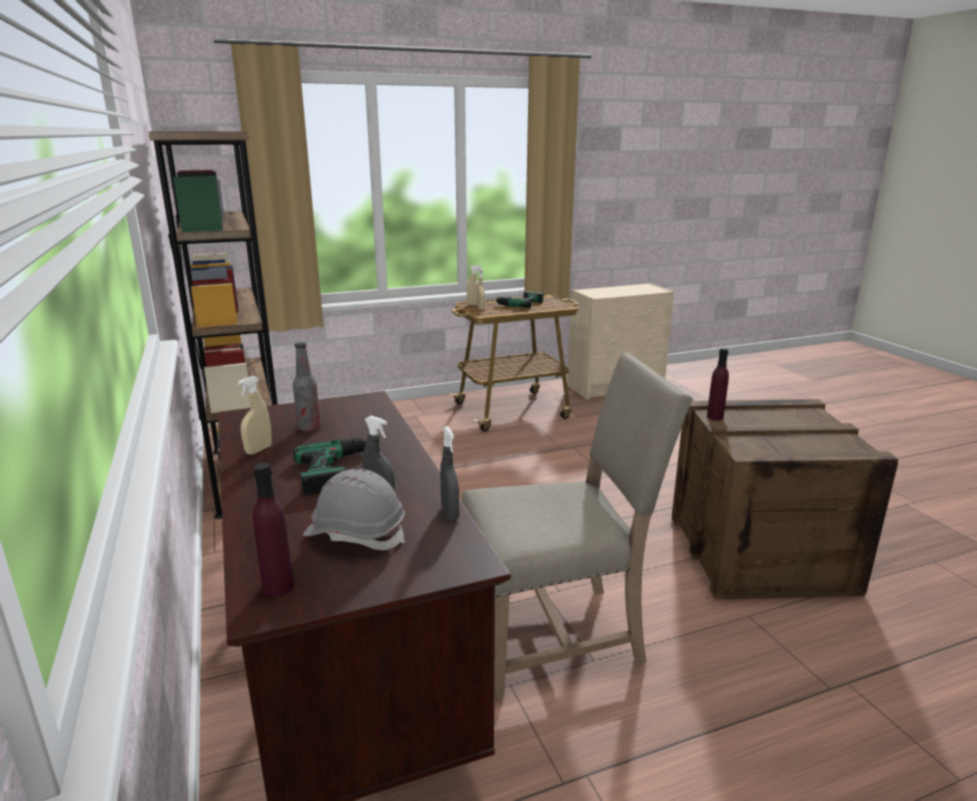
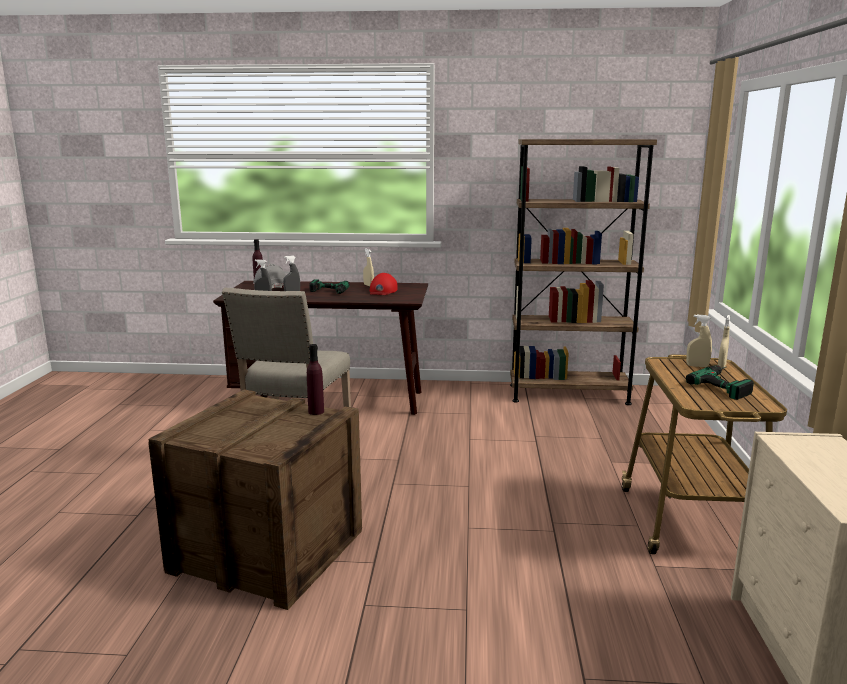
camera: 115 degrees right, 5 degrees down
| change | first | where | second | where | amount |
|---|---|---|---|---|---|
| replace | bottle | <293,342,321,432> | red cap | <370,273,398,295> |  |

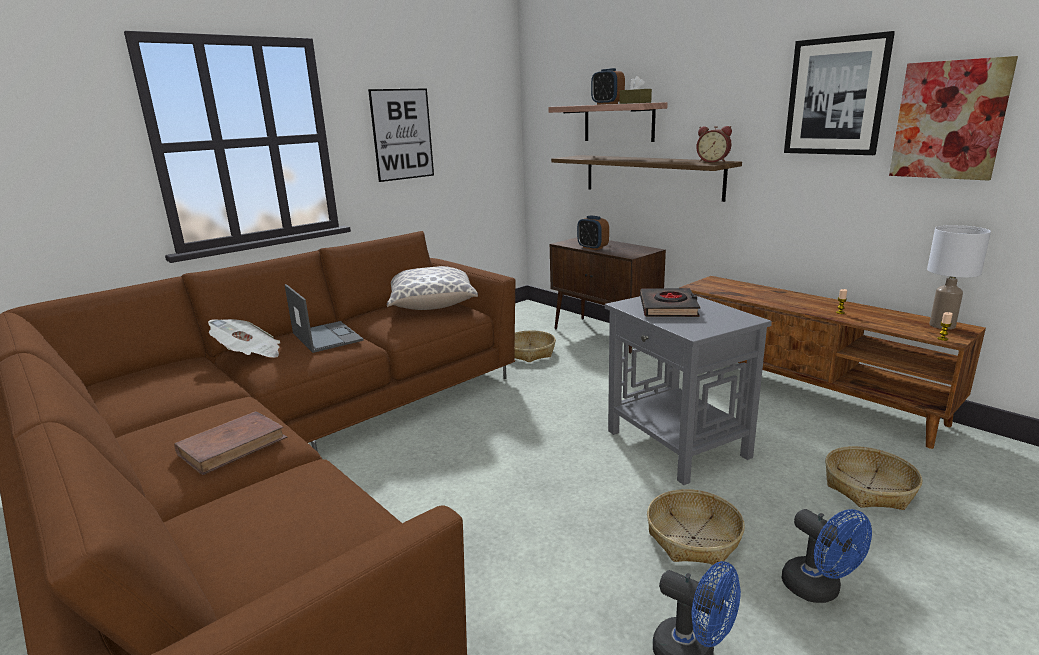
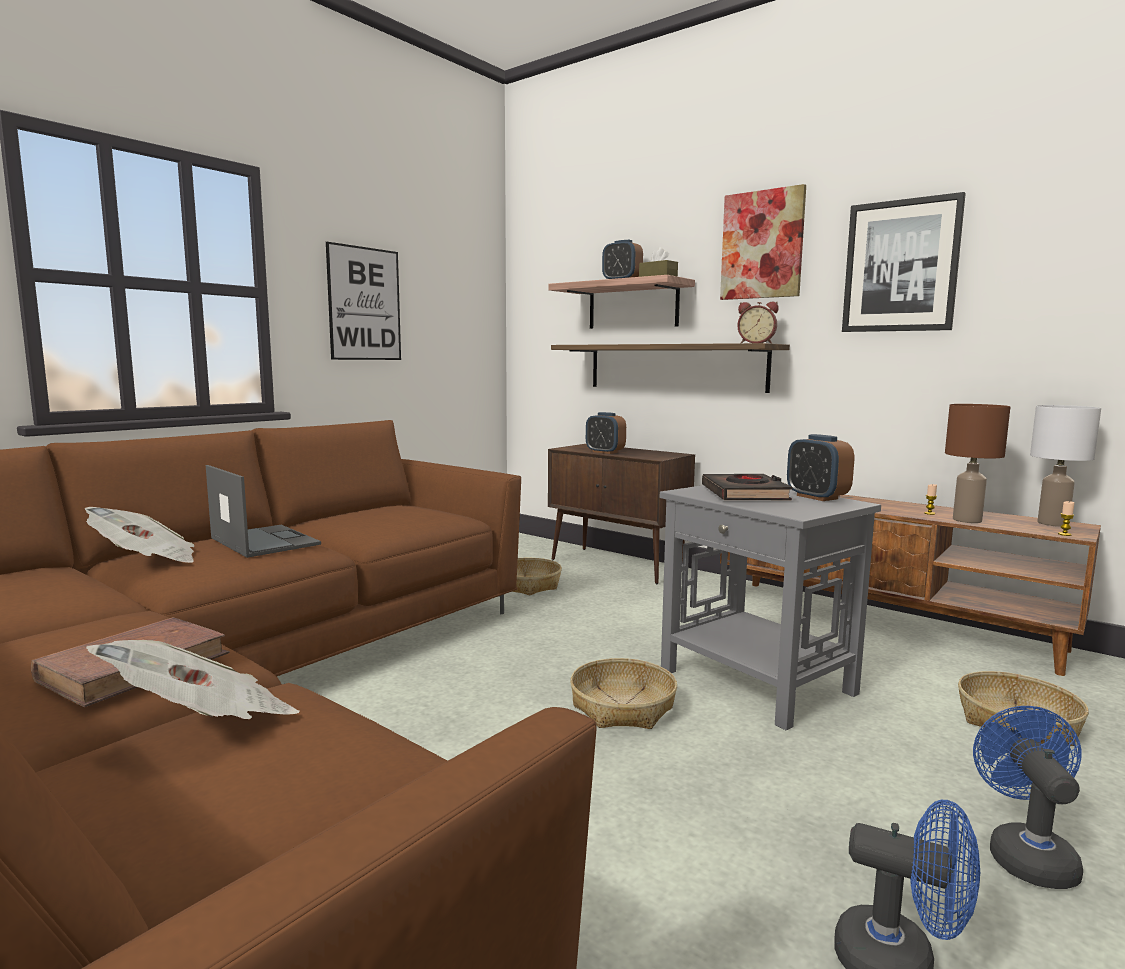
camera: 10 degrees left, 10 degrees down
| change | first | where | second | where | amount |
|---|---|---|---|---|---|
| delete | pillow | <387,266,478,310> |  |  |  |
| insert |  |  | newspaper | <86,640,300,719> |  |
| insert |  |  | alarm clock | <787,434,854,501> |  |
| insert |  |  | brown table lamp | <945,404,1010,523> |  |
| move | basket | <647,489,745,565> |  | <570,658,677,729> |  |
| move | picture | <889,56,1018,181> |  | <720,184,806,300> |  |
| rotate | blue fan | <782,509,872,603> |  | <973,706,1083,889> | 135 degrees counterclockwise |

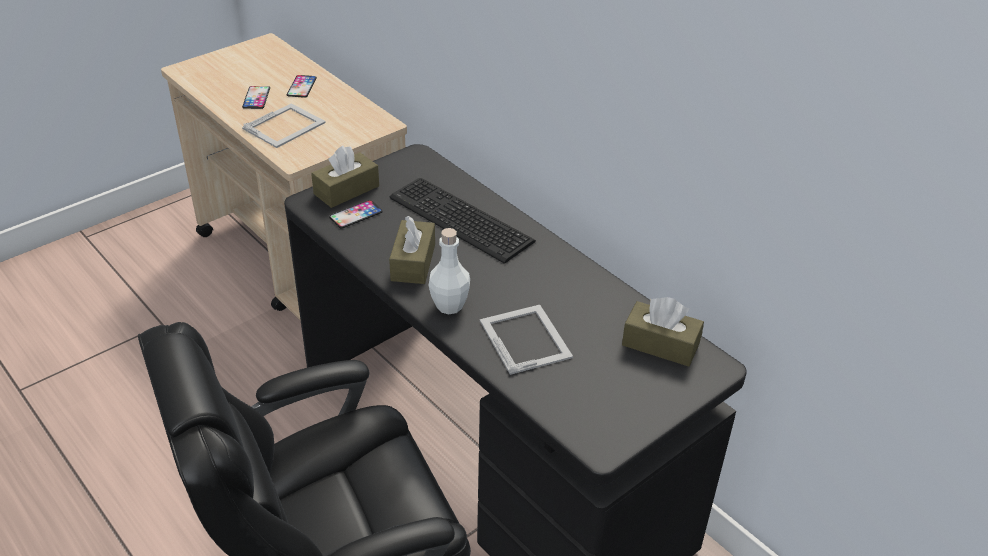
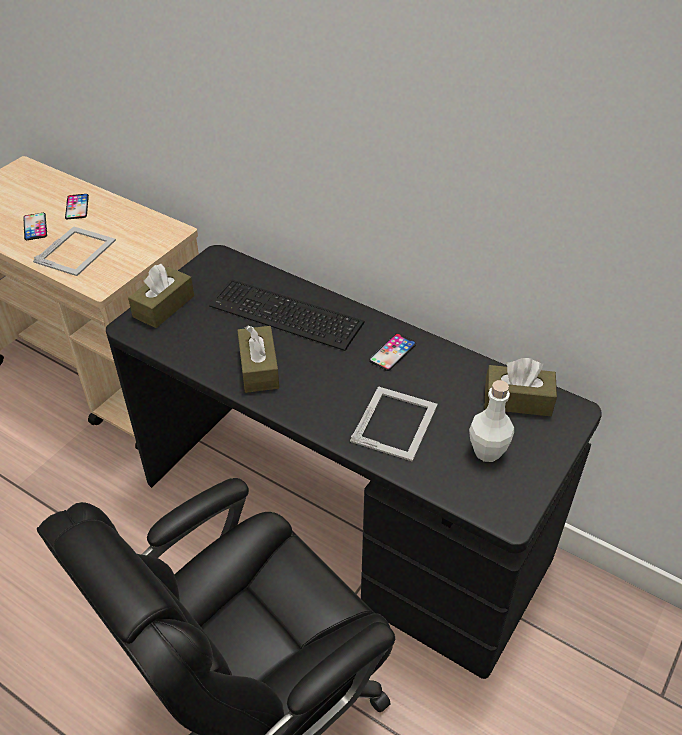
camera: 15 degrees left, 5 degrees up
| change | first | where | second | where | amount |
|---|---|---|---|---|---|
| move | phone | <329,200,383,228> |  | <369,333,416,371> |  |
| move | white bottle | <428,228,470,314> |  | <469,380,514,462> |  |
| rotate | picture frame | <480,305,573,375> |  | <350,386,438,462> | 60 degrees clockwise |

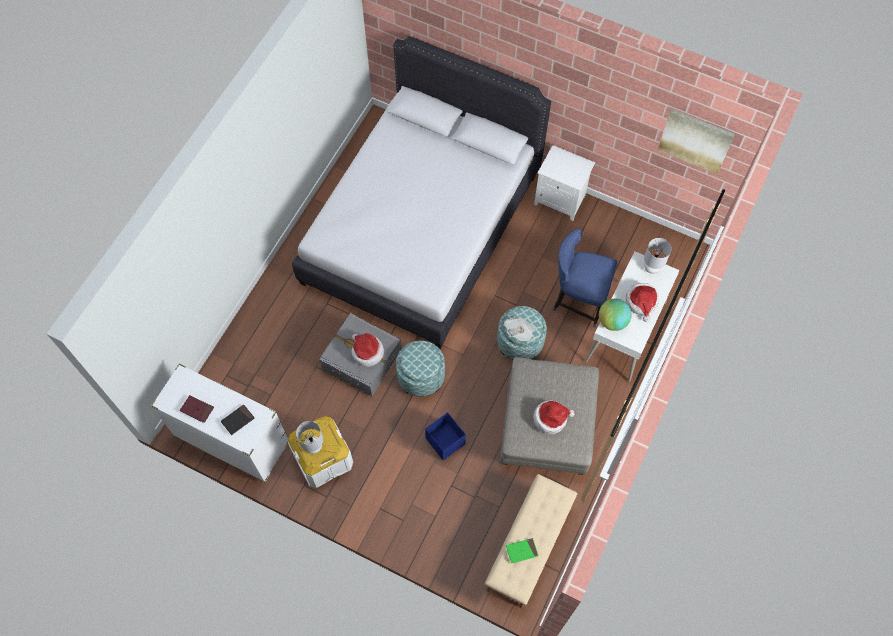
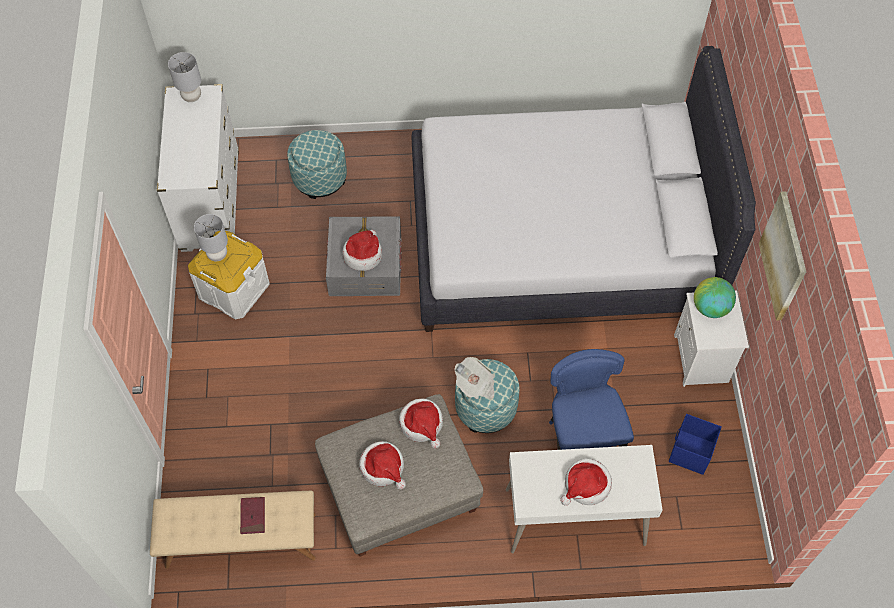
camera: 60 degrees right, 5 degrees down
| change | first | where | second | where | amount |
|---|---|---|---|---|---|
| delete | black book | <221,404,255,435> |  |  |  |
| delete | green book | <506,538,539,564> |  |  |  |
| insert |  |  | hat | <399,399,443,448> |  |
| move | red book | <180,395,214,423> |  | <240,497,265,534> |  |
| move | ottoman | <396,341,445,397> |  | <287,130,347,199> |  |
| move | blue storage box | <425,412,466,460> |  | <669,414,722,475> |  |
| move | globe | <599,299,631,331> |  | <694,277,736,318> |  |
| move | grey table lamp | <644,238,671,274> |  | <168,52,201,102> |  |
| move | picture | <658,109,735,174> |  | <759,191,806,321> |  |

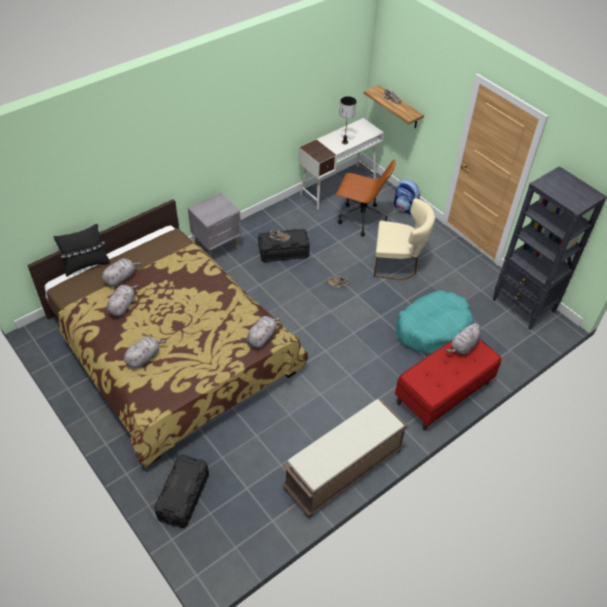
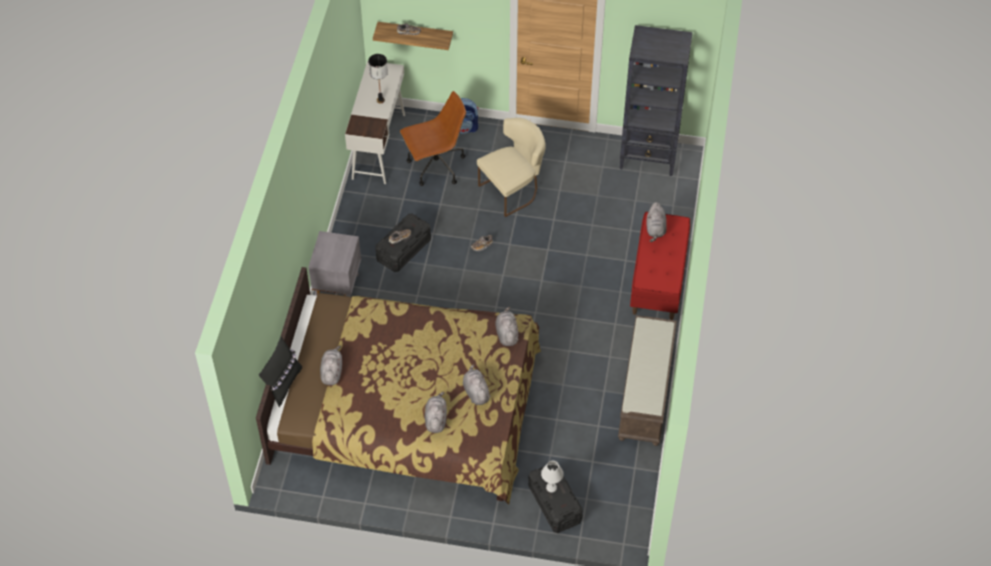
camera: 40 degrees left, 5 degrees up
| change | first | where | second | where | amount |
|---|---|---|---|---|---|
| delete | turquoise dog bed | <396,290,473,354> |  |  |  |
| insert |  |  | white table lamp | <541,461,564,493> |  |
| move | grey plush toy | <107,285,138,316> |  | <463,364,491,405> |  |

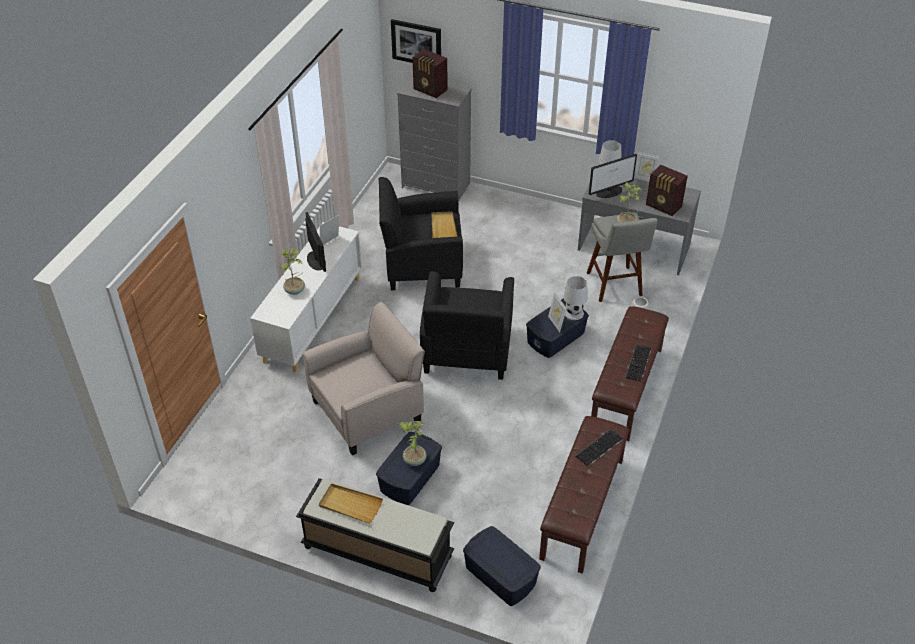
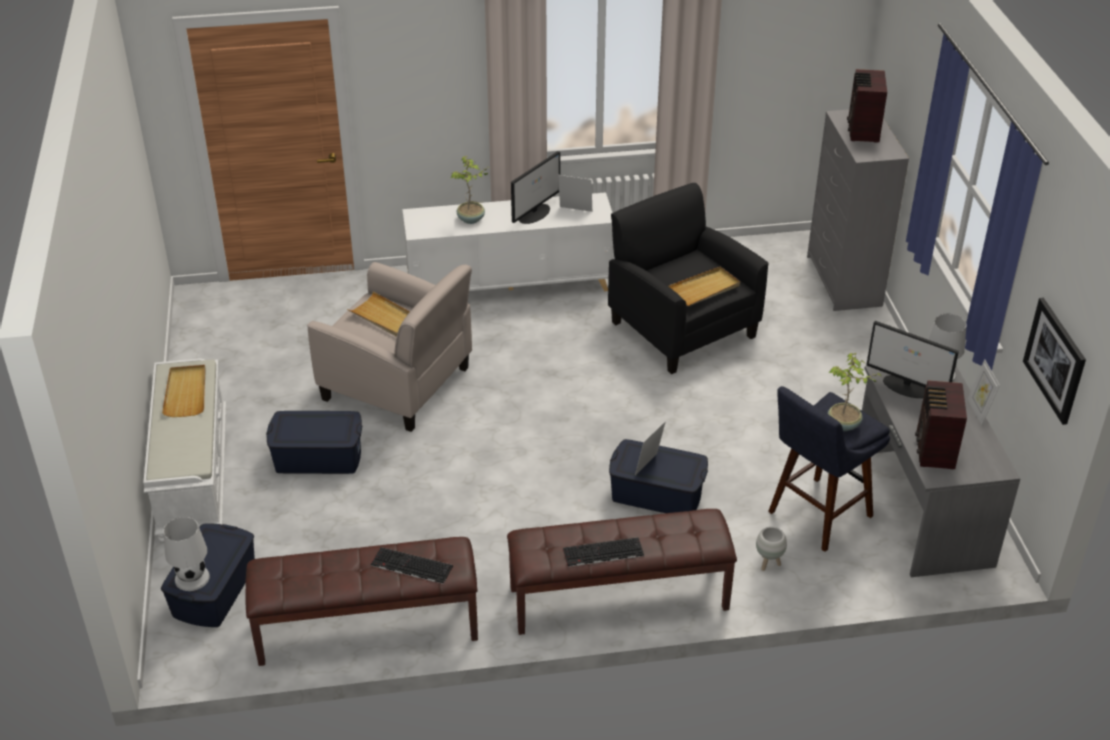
camera: 60 degrees right, 5 degrees down
| change | first | where | second | where | amount |
|---|---|---|---|---|---|
| delete | potted plant | <399,421,427,466> |  |  |  |
| delete | black armchair | <420,271,514,380> |  |  |  |
| insert |  |  | beige tray | <347,291,410,337> |  |
| move | picture | <391,19,441,63> |  | <1023,298,1086,425> |  |
| move | white table lamp | <563,276,588,320> |  | <163,517,210,591> |  |
| recolor | black bench | <296,478,454,592> | white bench | <143,359,226,543> |  |
| recolor | grey stool | <587,213,658,302> | blue stool | <768,386,890,552> |  |

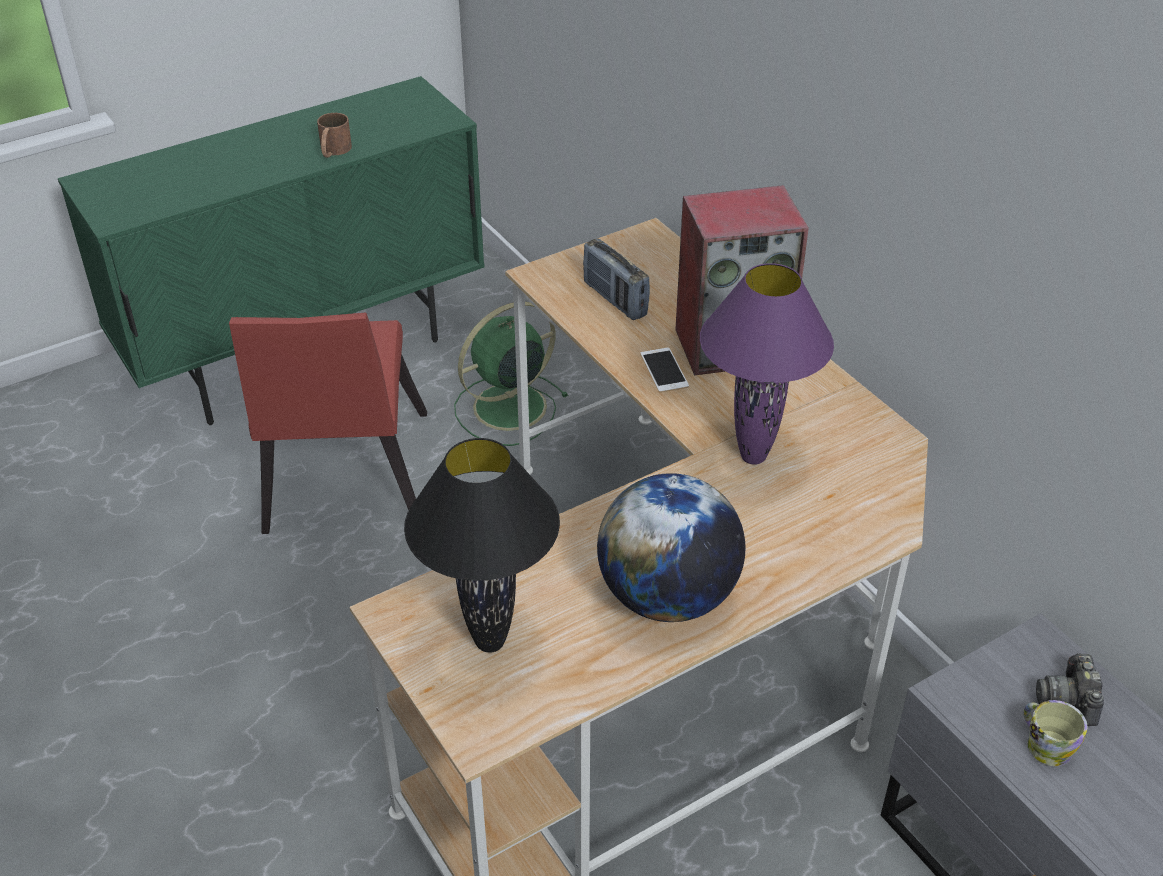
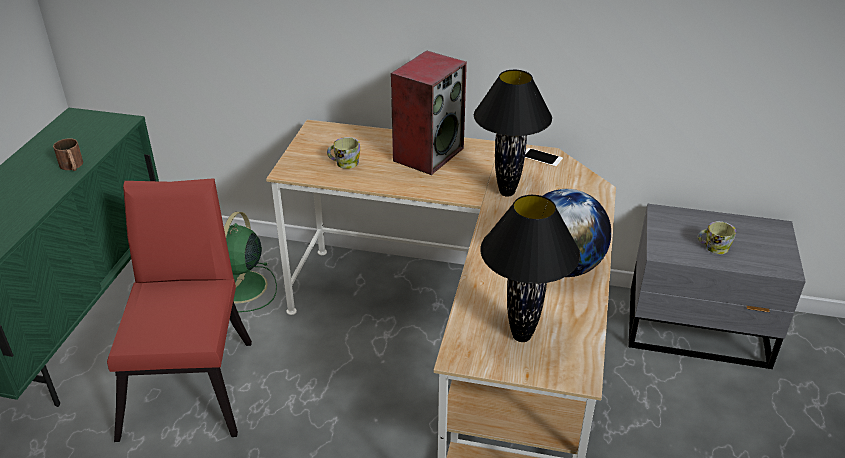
camera: 45 degrees left, 5 degrees down
| change | first | where | second | where | amount |
|---|---|---|---|---|---|
| delete | photo camera | <1036,653,1104,726> |  |  |  |
| move | phone | <640,348,689,393> |  | <525,148,563,167> |  |
| replace | radio | <583,238,650,320> | mug | <327,137,360,169> |  |
| recolor | purple table lamp | <700,263,834,465> | black table lamp | <474,70,552,197> |  |
| rotate | red chair | <229,313,427,534> |  | <107,178,252,442> | 135 degrees counterclockwise |

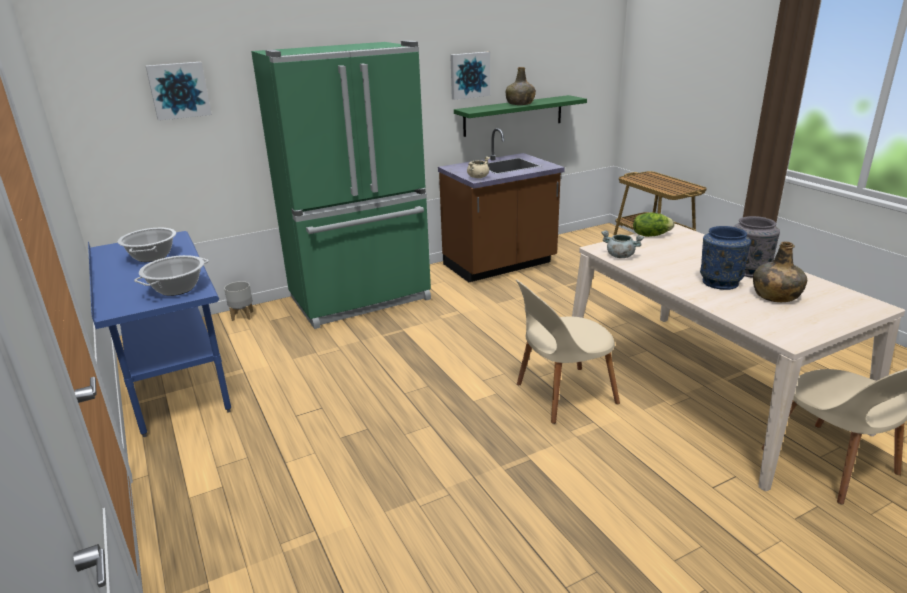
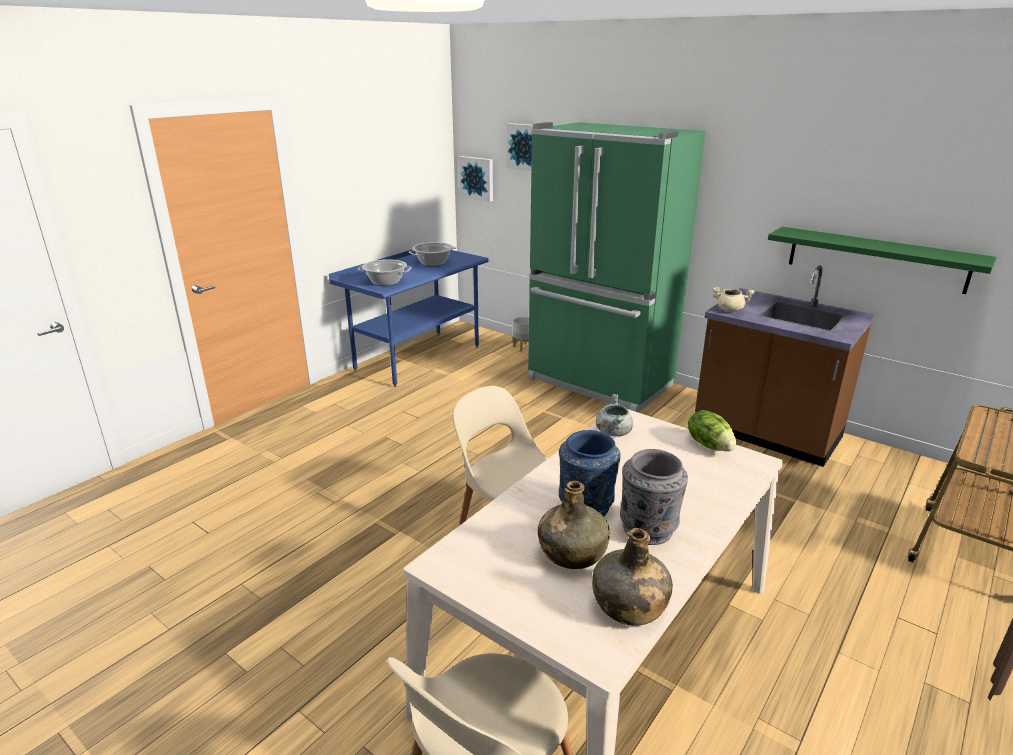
camera: 65 degrees right, 0 degrees up
| change | first | where | second | where | amount |
|---|---|---|---|---|---|
| move | picture | <450,52,490,100> |  | <459,156,493,202> |  |
| move | green bottle | <506,67,536,105> |  | <592,528,673,626> |  |

